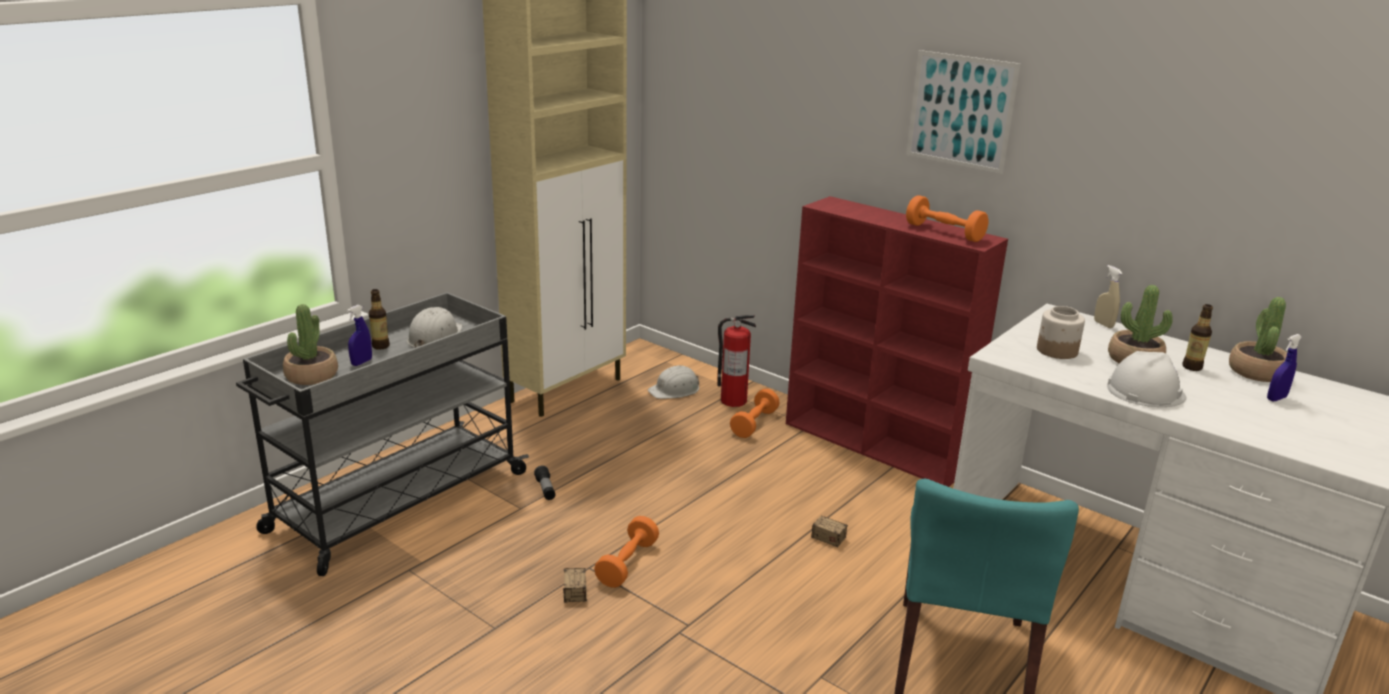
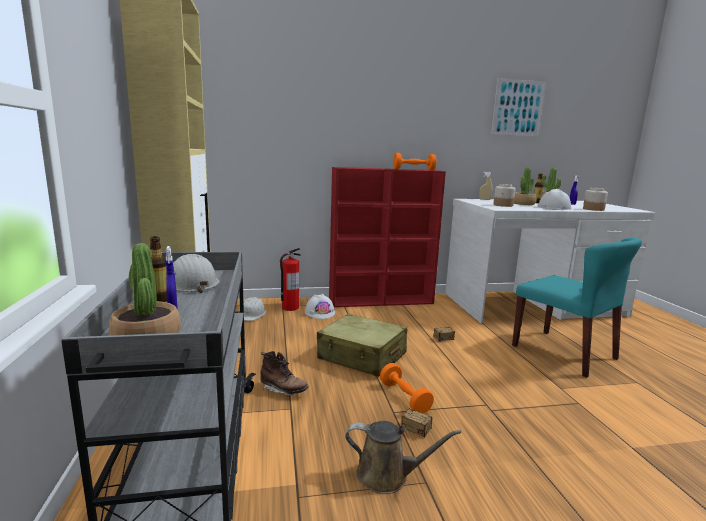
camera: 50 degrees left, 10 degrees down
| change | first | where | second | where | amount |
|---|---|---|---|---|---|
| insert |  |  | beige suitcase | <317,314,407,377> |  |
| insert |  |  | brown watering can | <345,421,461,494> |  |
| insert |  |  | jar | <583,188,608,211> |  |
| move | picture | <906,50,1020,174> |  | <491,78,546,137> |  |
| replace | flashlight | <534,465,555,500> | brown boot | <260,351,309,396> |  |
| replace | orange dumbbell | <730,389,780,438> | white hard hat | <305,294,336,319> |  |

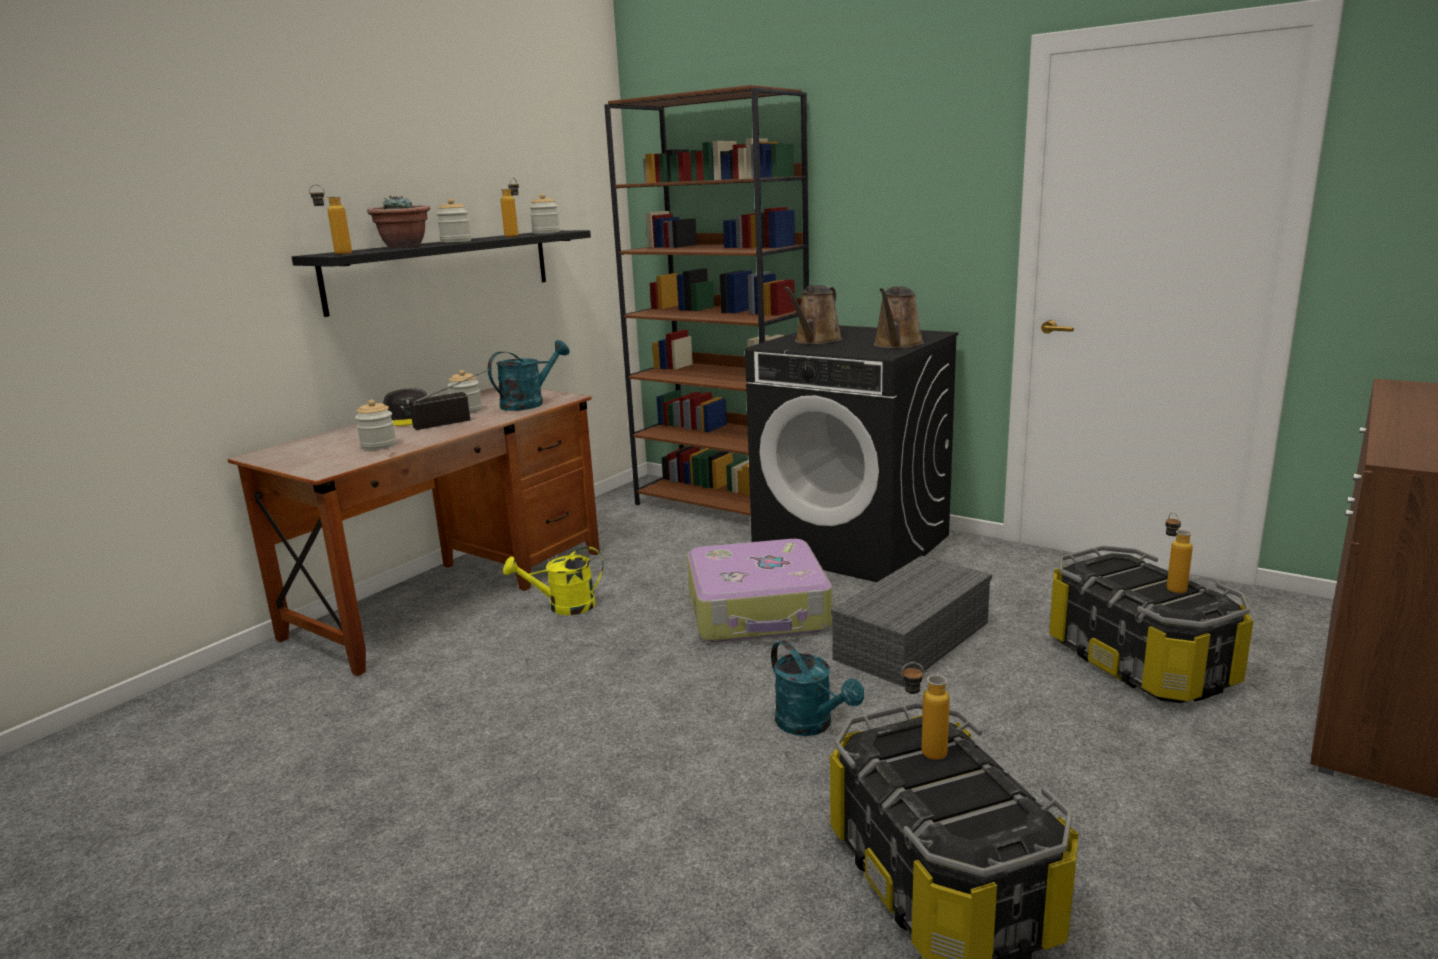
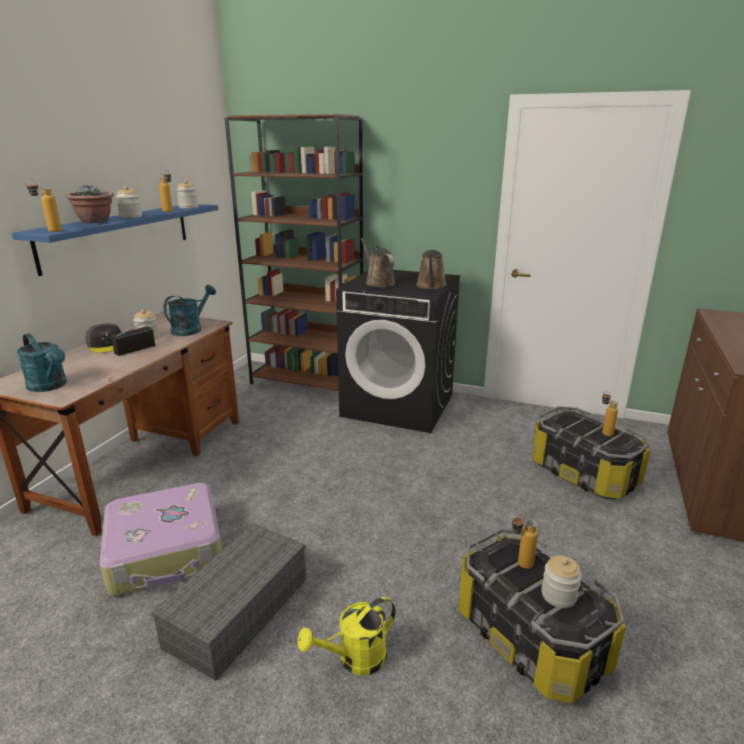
camera: 15 degrees left, 5 degrees up
| change | first | where | second | where | amount |
|---|---|---|---|---|---|
| move | jar | <355,400,396,450> |  | <541,556,582,608> |  |
| move | yellow watering can | <503,547,604,615> |  | <297,597,396,676> |  |
| move | suitcase | <687,539,832,642> |  | <100,483,222,596> |  |
| move | turquoise watering can | <771,640,864,736> |  | <17,334,67,392> |  |
| move | grey storage box | <831,556,992,687> |  | <151,524,306,681> |  |
| recolor | black shelf | <292,230,591,317> | blue shelf | <12,204,219,276> |  |
| rotate | brown watering can | <784,285,843,344> |  | <361,238,395,287> | 135 degrees clockwise |

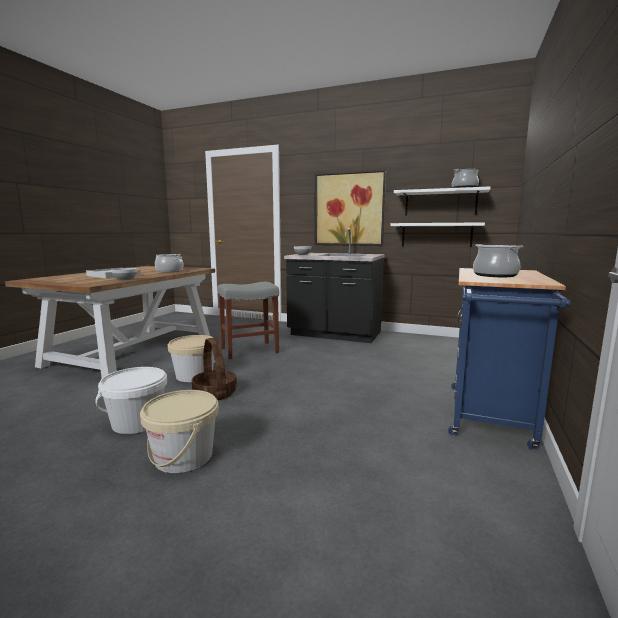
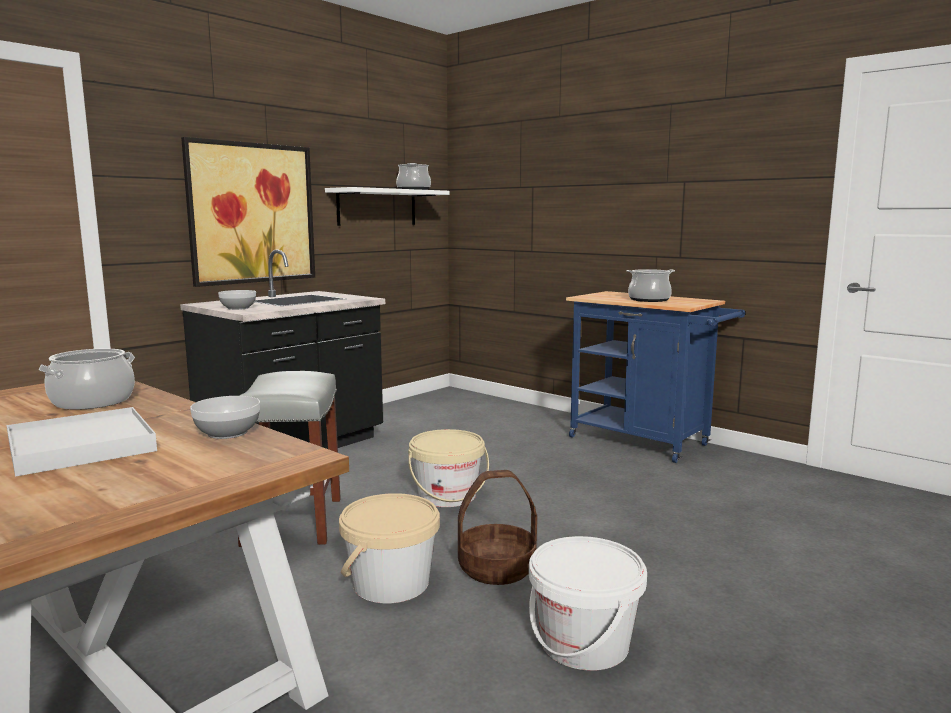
camera: 70 degrees left, 0 degrees up
| change | first | where | second | where | amount |
|---|---|---|---|---|---|
| delete | white shelf | <390,222,485,247> |  |  |  |
| move | beige bucket | <140,390,219,473> |  | <408,429,489,507> |  |

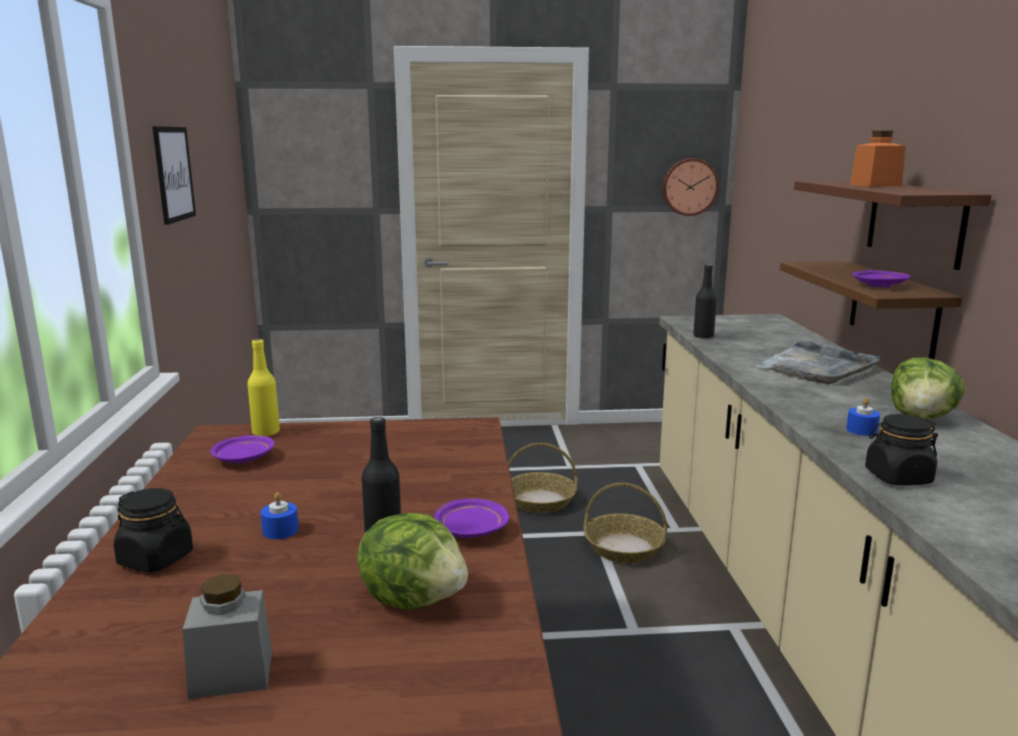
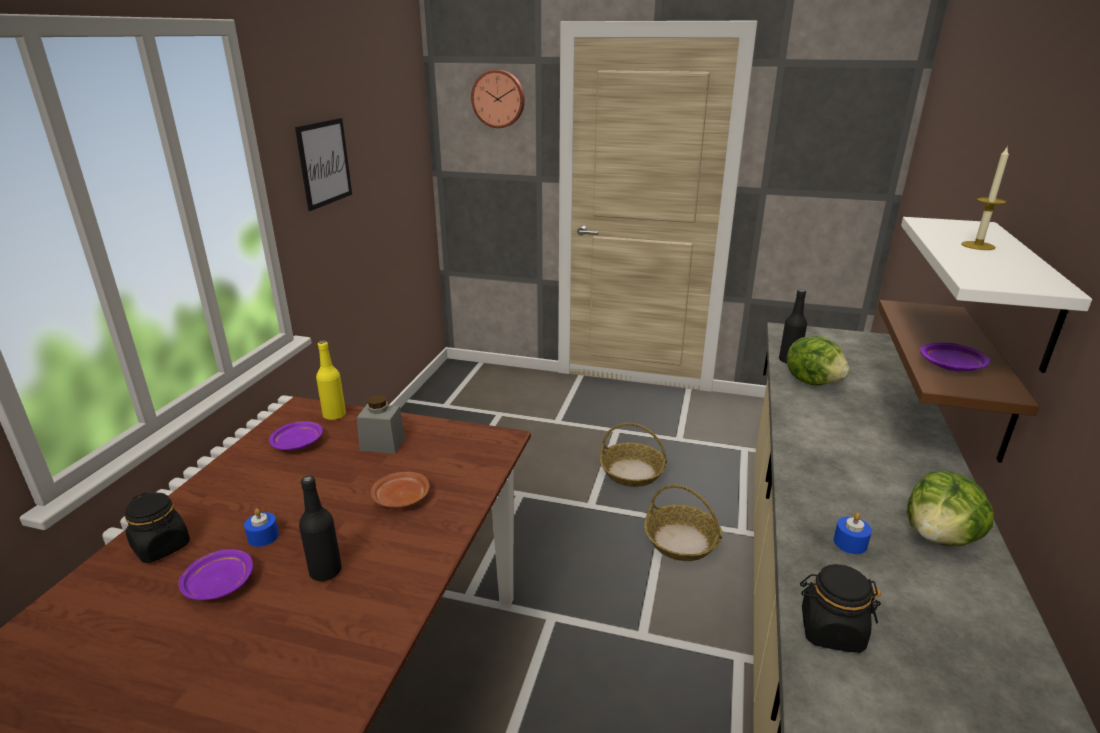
camera: 20 degrees right, 10 degrees up
| change | first | where | second | where | amount |
|---|---|---|---|---|---|
| delete | grey tray | <756,340,880,384> |  |  |  |
| insert |  |  | brown plate | <371,472,430,509> |  |
| move | grey jar | <182,574,272,699> |  | <357,395,405,454> |  |
| move | lettuce | <357,513,468,610> |  | <787,336,850,385> |  |
| move | purple plate | <434,498,509,538> |  | <179,549,253,600> |  |
| move | wall clock | <662,158,719,216> |  | <471,69,525,128> |  |
| replace | orange jar | <850,131,905,187> | candle | <961,146,1009,250> |  |
| recolor | brown shelf | <794,181,992,270> | white shelf | <901,217,1092,373> |  |

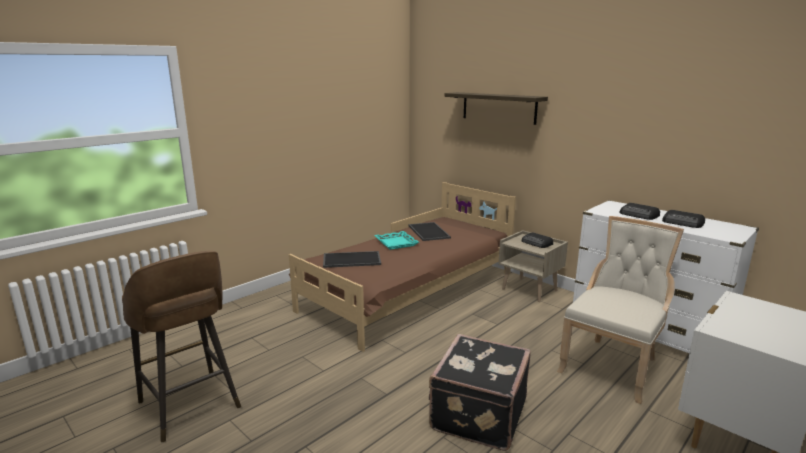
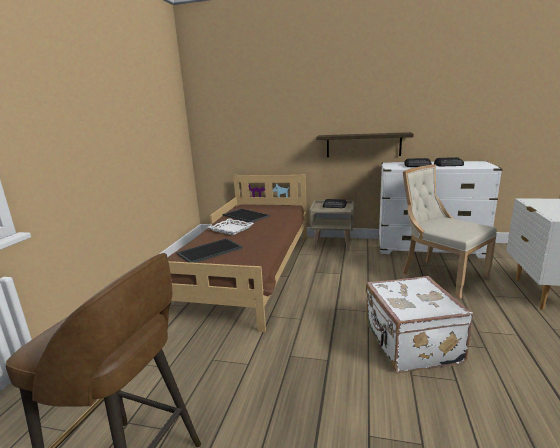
camera: 30 degrees left, 0 degrees up
| change | first | where | second | where | amount |
|---|---|---|---|---|---|
| move | shelf | <444,92,548,125> |  | <316,132,414,157> |  |
| recolor | turquoise tray | <374,231,419,250> | white tray | <208,218,254,235> |  |
| recolor | black suitcase | <429,334,531,451> | white suitcase | <366,276,473,372> |  |
| rotate | beige chair | <557,216,684,404> |  | <403,164,497,299> | 45 degrees counterclockwise |

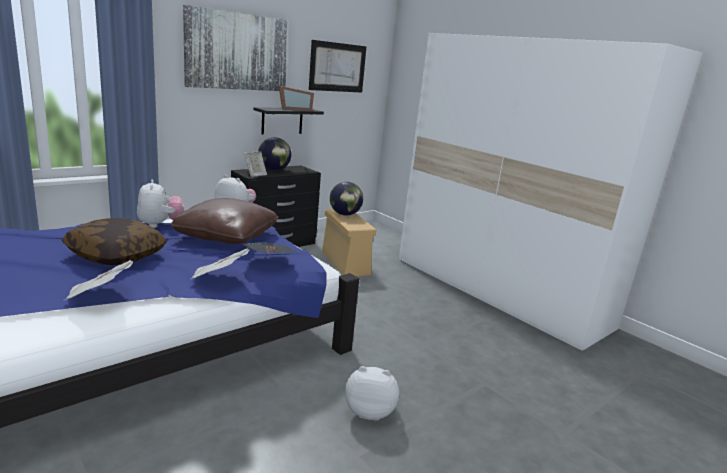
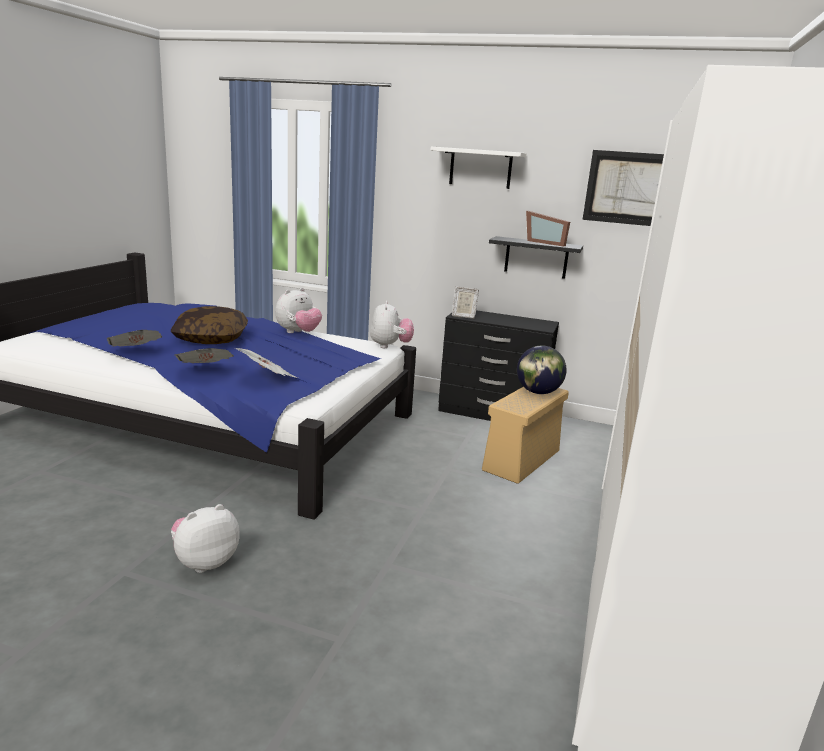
camera: 60 degrees right, 0 degrees up
| change | first | where | second | where | amount |
|---|---|---|---|---|---|
| delete | brown pillow | <170,198,279,244> |  |  |  |
| delete | globe | <258,137,292,171> |  |  |  |
| replace | picture | <183,5,289,91> | white shelf | <431,147,526,189> |  |
| rotate | plush toy | <345,366,399,421> |  | <171,504,239,573> | 105 degrees counterclockwise |

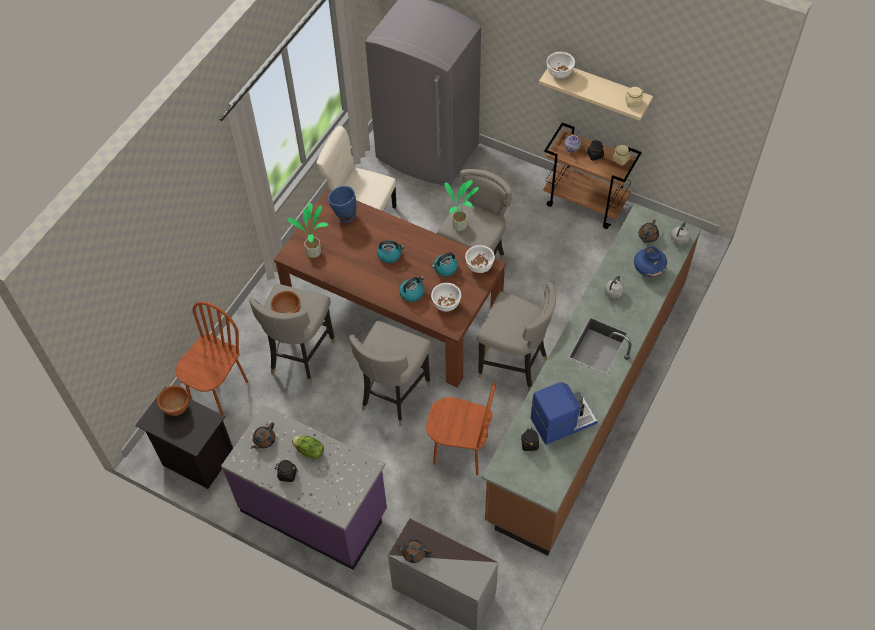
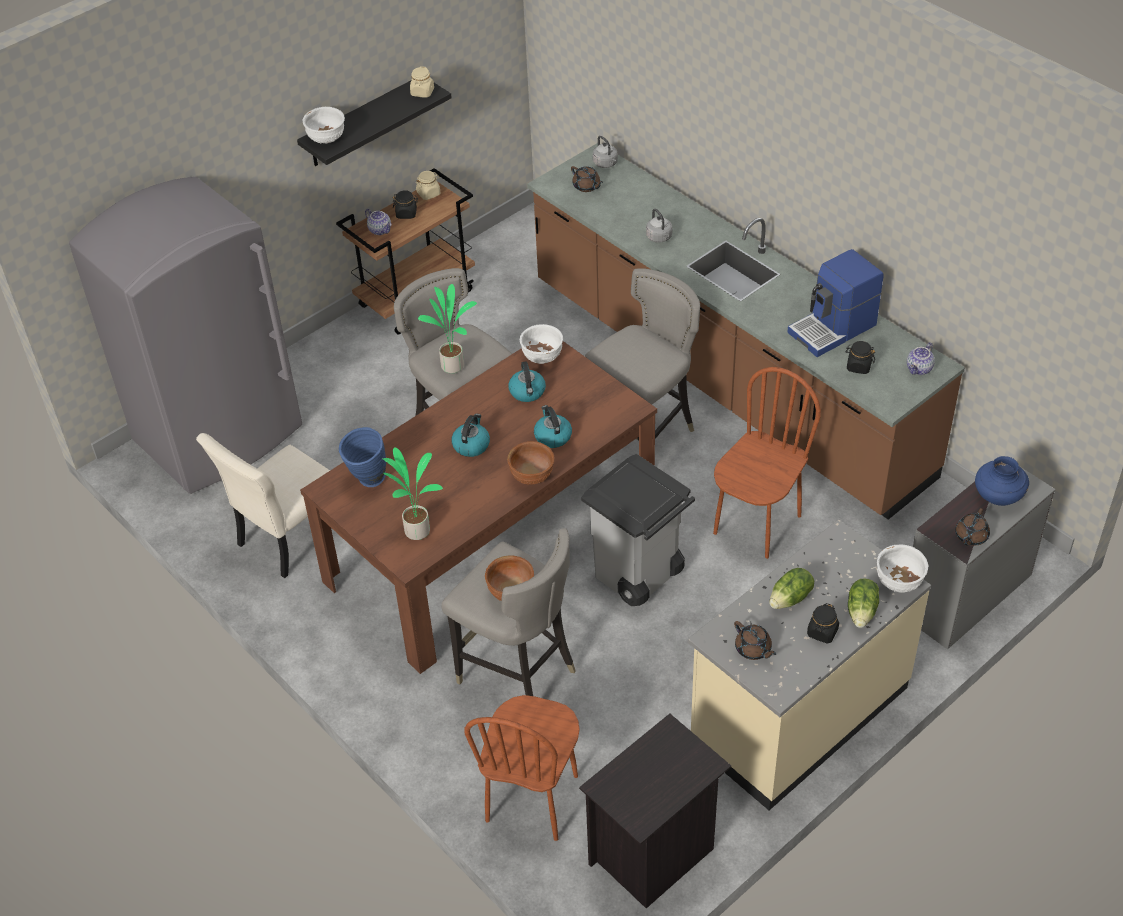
camera: 70 degrees left, 10 degrees down
| change | first | where | second | where | amount |
|---|---|---|---|---|---|
| insert |  |  | lettuce | <848,578,879,628> |  |
| insert |  |  | teapot | <907,342,935,375> |  |
| move | brown bowl | <157,385,189,416> |  | <507,441,555,485> |  |
| move | white bowl | <431,283,461,312> |  | <877,544,928,593> |  |
| move | blue vase | <634,246,667,277> |  | <975,456,1029,506> |  |
| replace | grey stool | <349,321,431,426> | grey trash can | <581,454,695,606> |  |
| recolor | purple counter | <221,405,387,570> | beige counter | <688,519,931,810> |  |
| recolor | beige shelf | <539,68,653,121> | black shelf | <297,80,452,166> |  |
| rotate | brown chair | <176,301,248,415> |  | <465,695,580,841> | 120 degrees counterclockwise |
| rotate | coffee machine | <531,382,597,445> |  | <787,249,883,357> | 120 degrees counterclockwise |

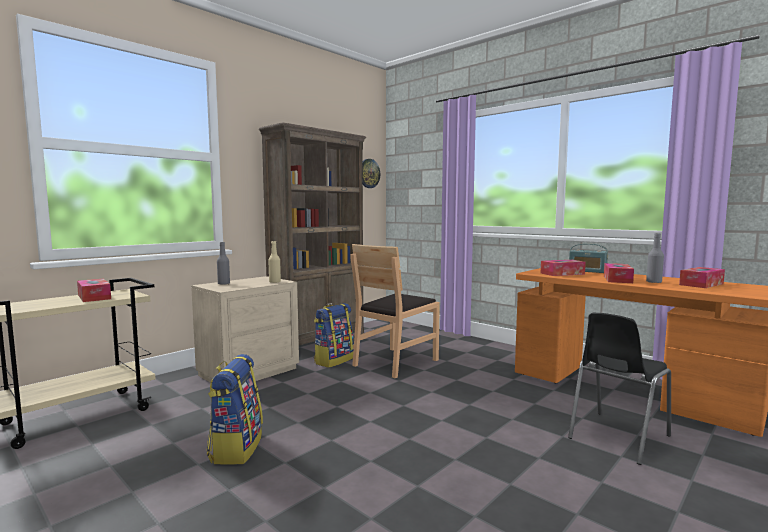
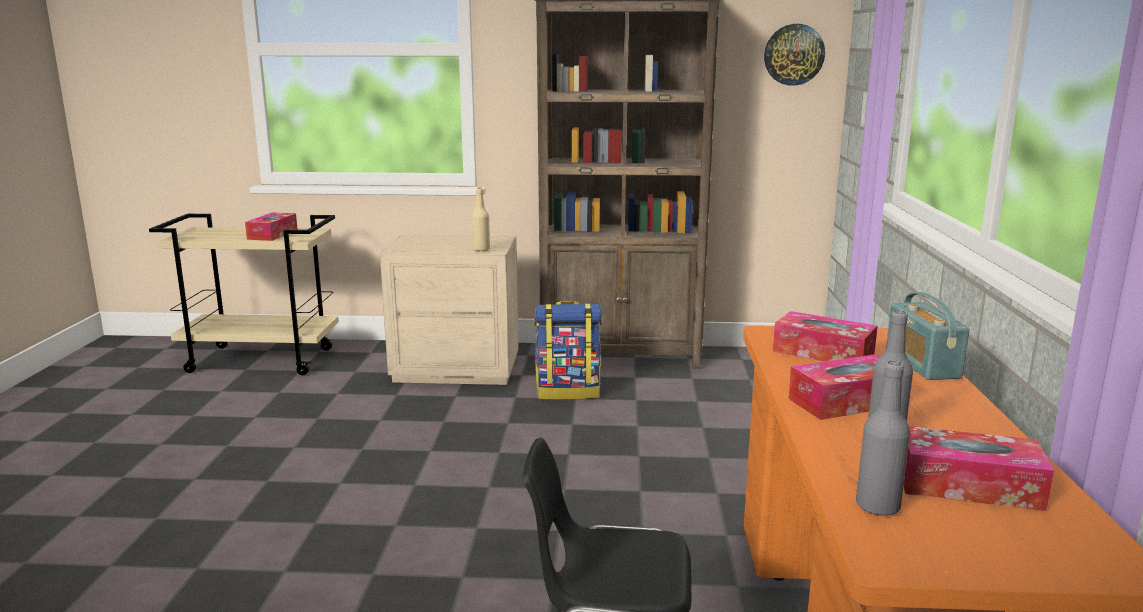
camera: 50 degrees right, 10 degrees up
| change | first | where | second | where | amount |
|---|---|---|---|---|---|
| delete | backpack | <206,354,263,465> |  |  |  |
| delete | brown chair | <351,244,440,378> |  |  |  |
| move | grey bottle | <217,242,230,284> |  | <856,361,910,516> |  |

